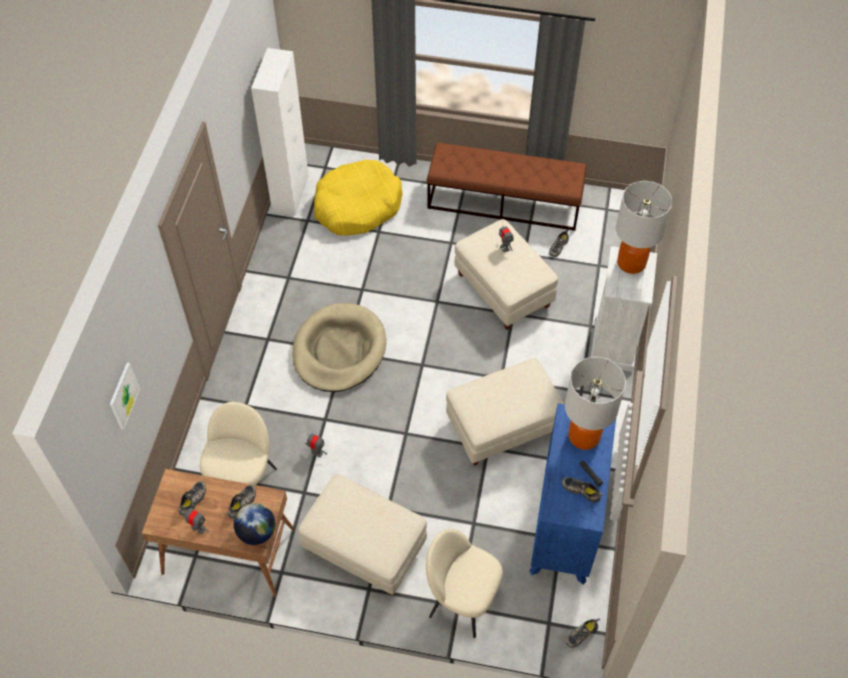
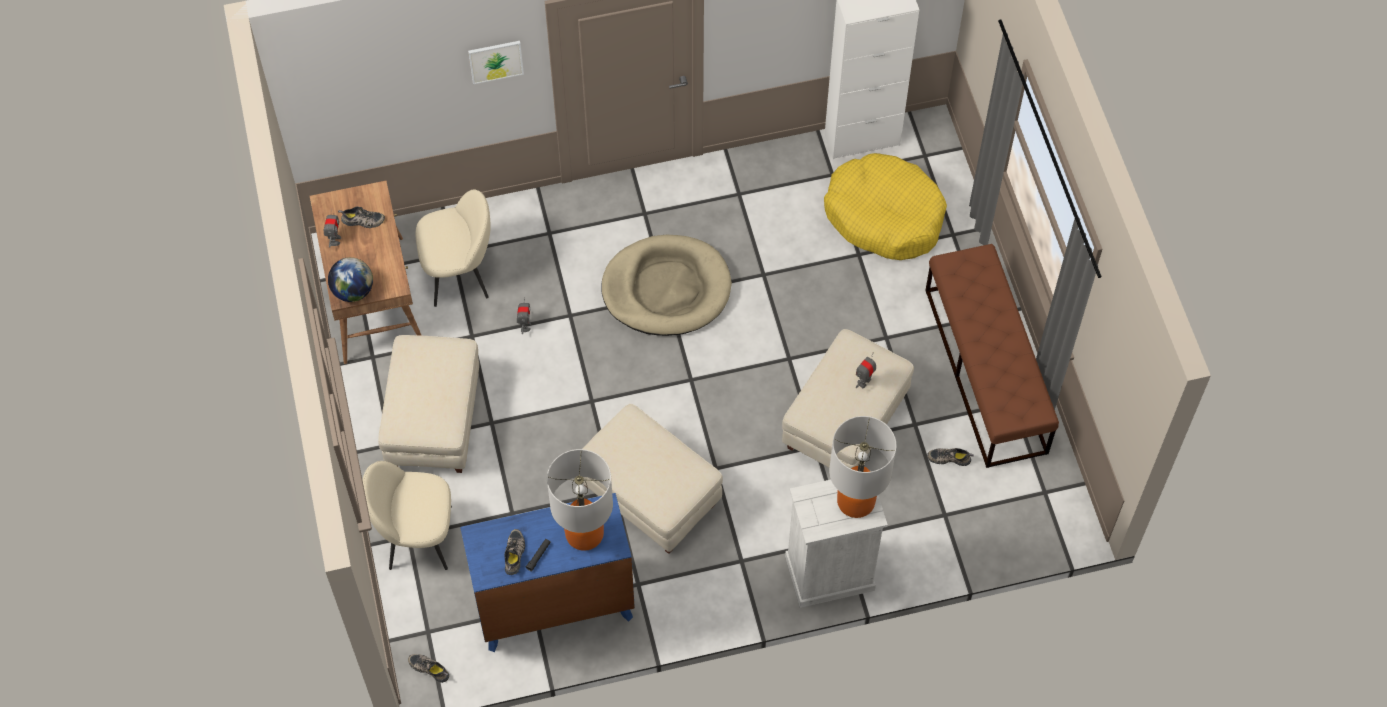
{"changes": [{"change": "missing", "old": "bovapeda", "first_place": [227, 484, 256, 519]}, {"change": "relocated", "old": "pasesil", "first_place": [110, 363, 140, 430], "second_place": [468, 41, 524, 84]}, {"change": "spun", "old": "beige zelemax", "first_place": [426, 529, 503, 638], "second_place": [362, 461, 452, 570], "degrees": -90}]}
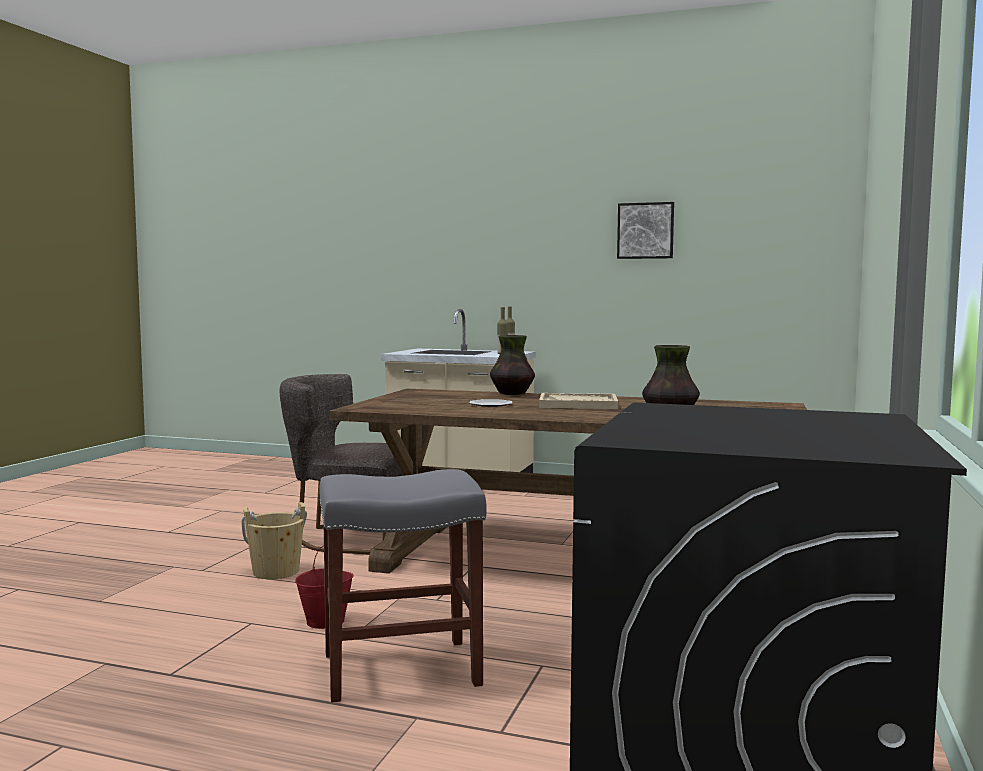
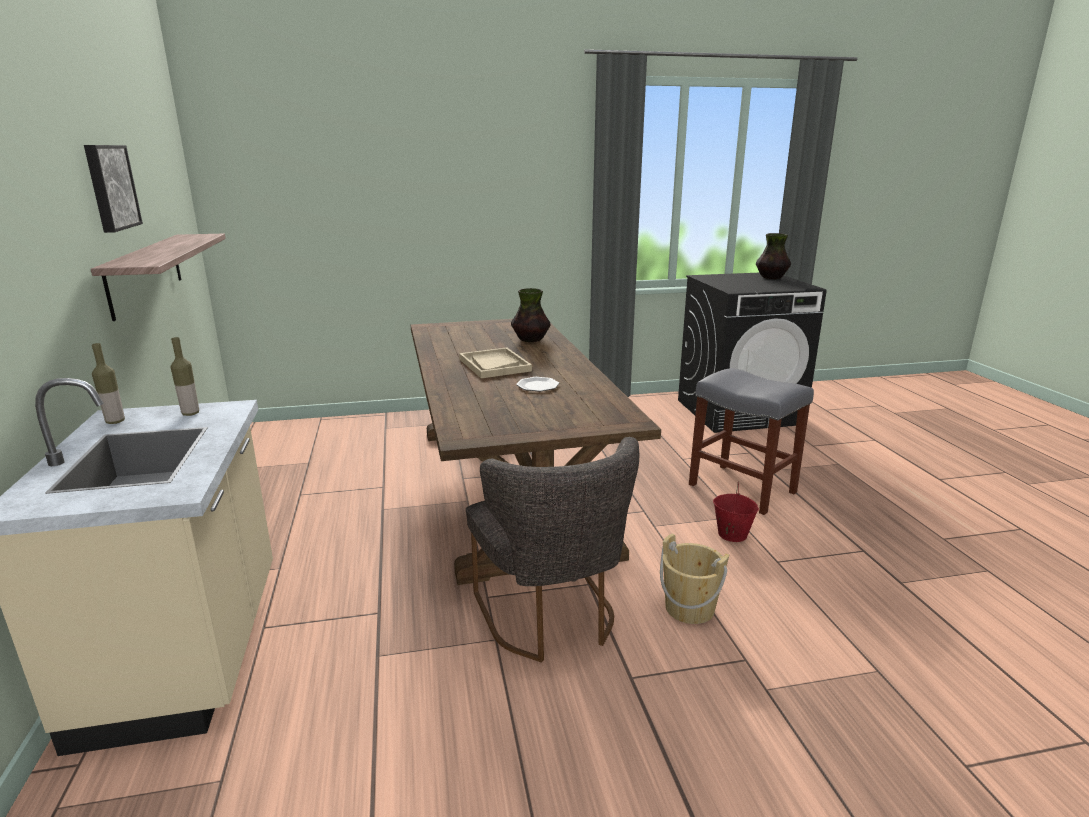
{"changes": [{"change": "appeared", "new": "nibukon", "second_place": [91, 234, 226, 321]}, {"change": "relocated", "old": "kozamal", "first_place": [490, 335, 535, 395], "second_place": [756, 233, 791, 279]}]}
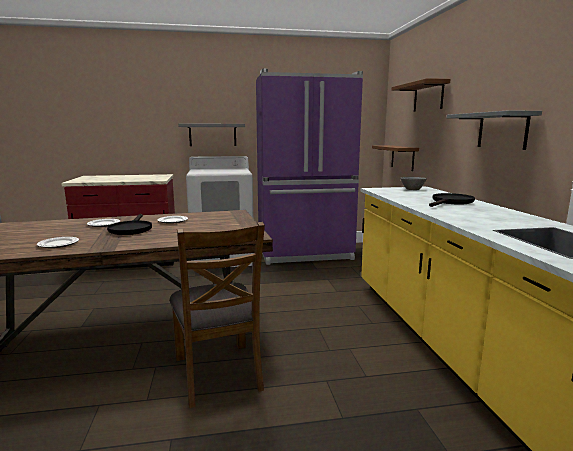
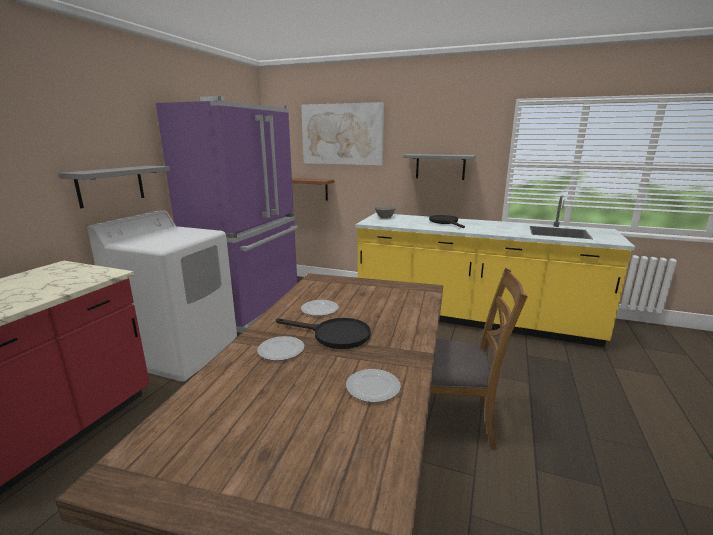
{"changes": [{"change": "exchanged", "old": "brown nibukon", "new": "pasesil", "first_place": [392, 78, 450, 112], "second_place": [301, 102, 384, 165]}]}
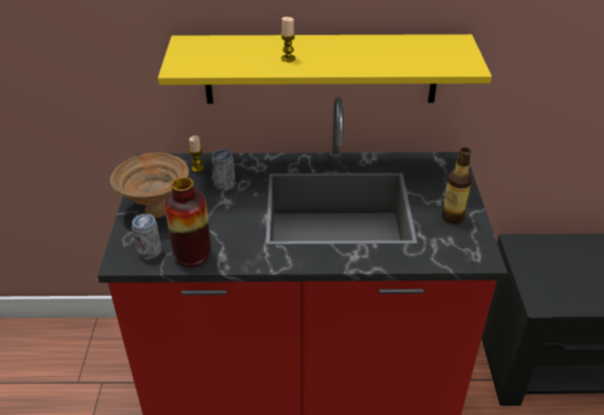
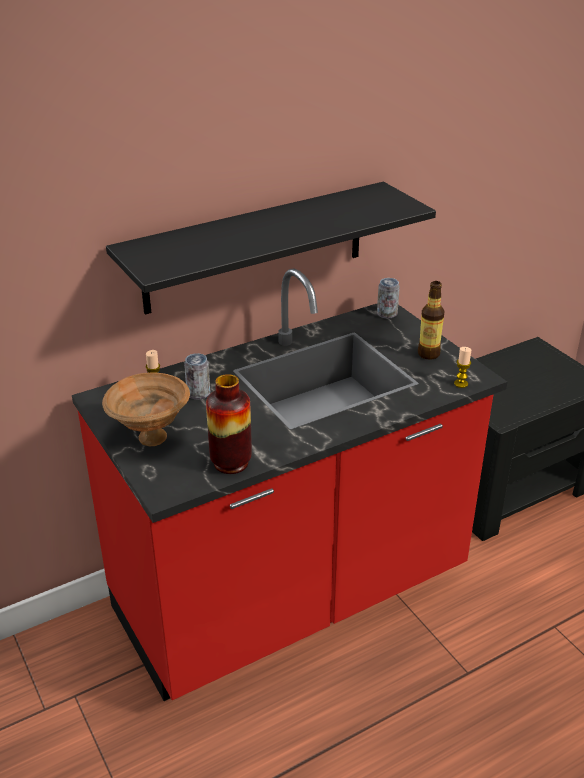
{"changes": [{"change": "relocated", "old": "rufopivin", "first_place": [132, 214, 162, 260], "second_place": [377, 278, 400, 319]}, {"change": "relocated", "old": "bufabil", "first_place": [281, 17, 295, 62], "second_place": [454, 347, 471, 388]}, {"change": "colour", "old": "yellow nibukon", "new": "black nibukon", "first_place": [158, 34, 492, 104], "second_place": [106, 182, 436, 315]}]}
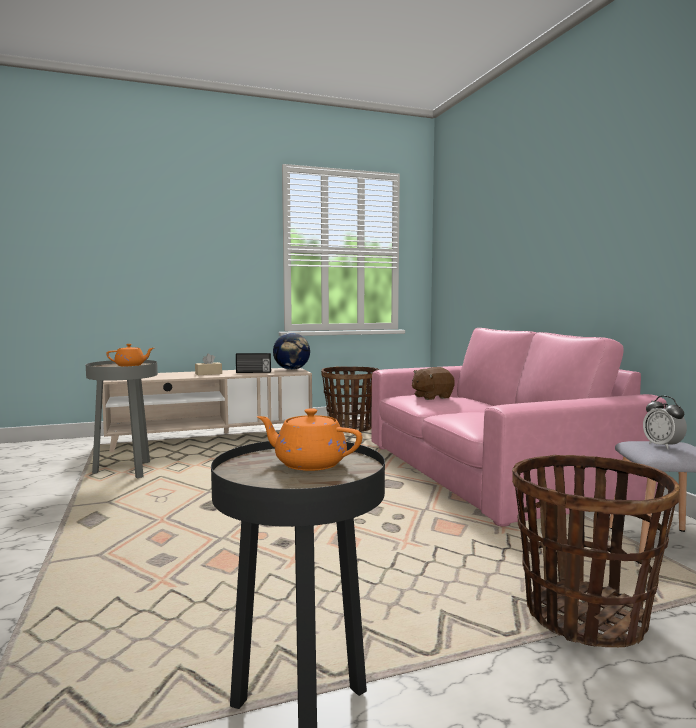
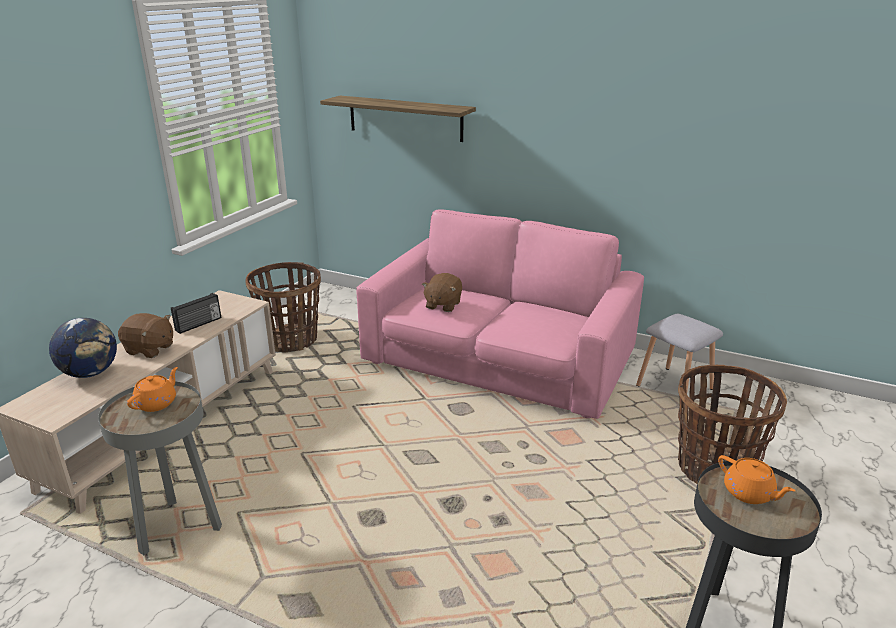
{"changes": [{"change": "missing", "old": "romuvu", "first_place": [643, 396, 687, 450]}, {"change": "appeared", "new": "nibukon", "second_place": [320, 96, 476, 142]}, {"change": "relocated", "old": "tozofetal", "first_place": [273, 333, 310, 370], "second_place": [49, 318, 117, 378]}, {"change": "exchanged", "old": "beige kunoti", "new": "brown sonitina", "first_place": [195, 353, 222, 375], "second_place": [118, 313, 173, 358]}, {"change": "spun", "old": "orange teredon", "first_place": [257, 408, 362, 471], "second_place": [718, 455, 795, 504], "degrees": -105}]}
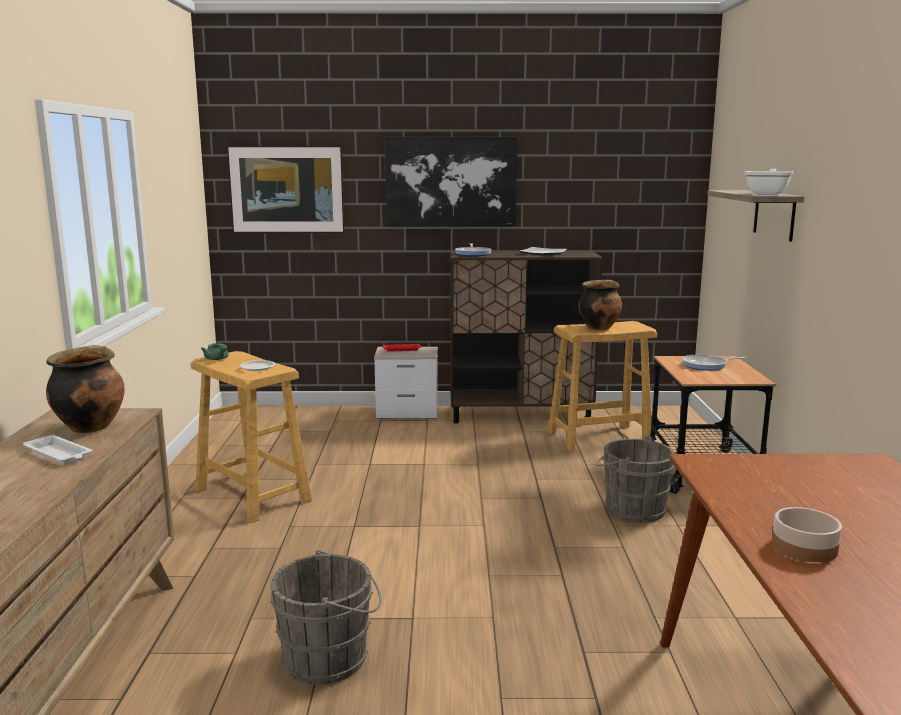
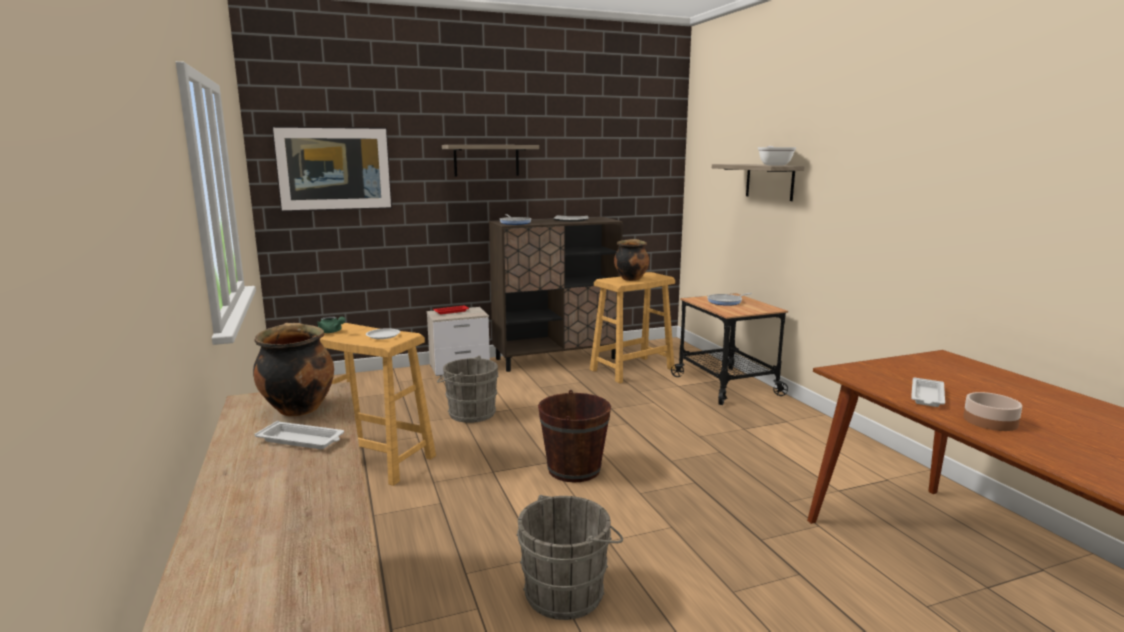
{"changes": [{"change": "appeared", "new": "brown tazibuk", "second_place": [538, 390, 611, 483]}, {"change": "appeared", "new": "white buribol", "second_place": [911, 378, 945, 407]}, {"change": "relocated", "old": "grey tazibuk", "first_place": [595, 437, 675, 523], "second_place": [437, 356, 498, 423]}, {"change": "exchanged", "old": "pasesil", "new": "nibukon", "first_place": [385, 137, 517, 226], "second_place": [442, 145, 539, 177]}]}
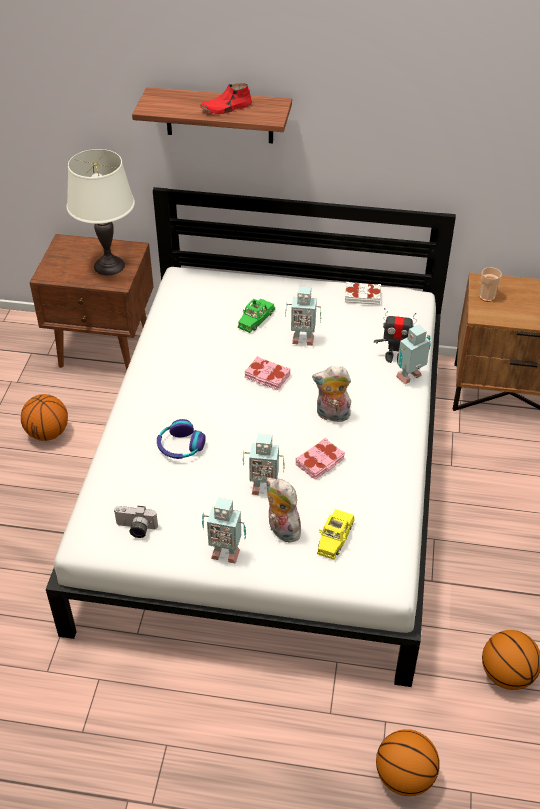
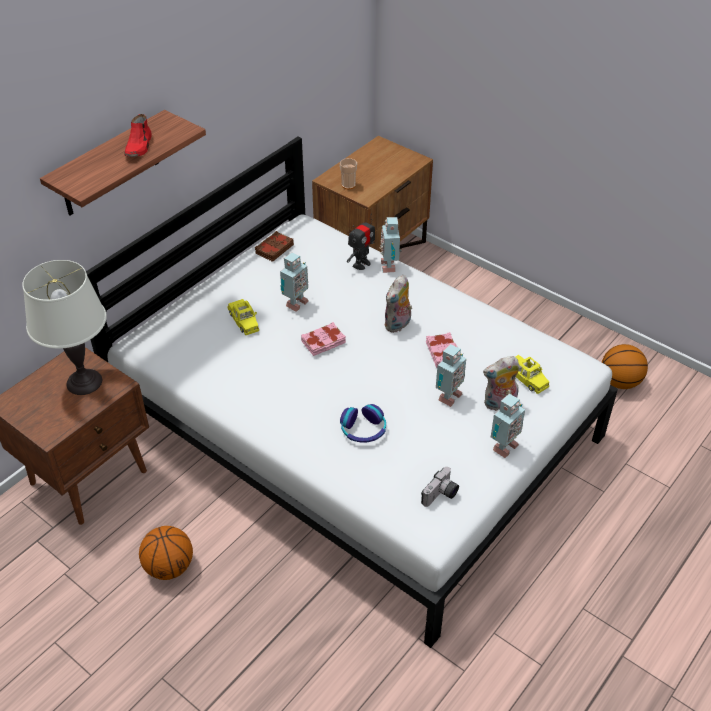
{"changes": [{"change": "missing", "old": "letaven", "first_place": [376, 729, 440, 796]}, {"change": "colour", "old": "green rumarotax", "new": "yellow rumarotax", "first_place": [238, 299, 275, 333], "second_place": [227, 299, 259, 335]}, {"change": "colour", "old": "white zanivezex", "new": "brown zanivezex", "first_place": [345, 282, 381, 305], "second_place": [255, 231, 294, 262]}]}
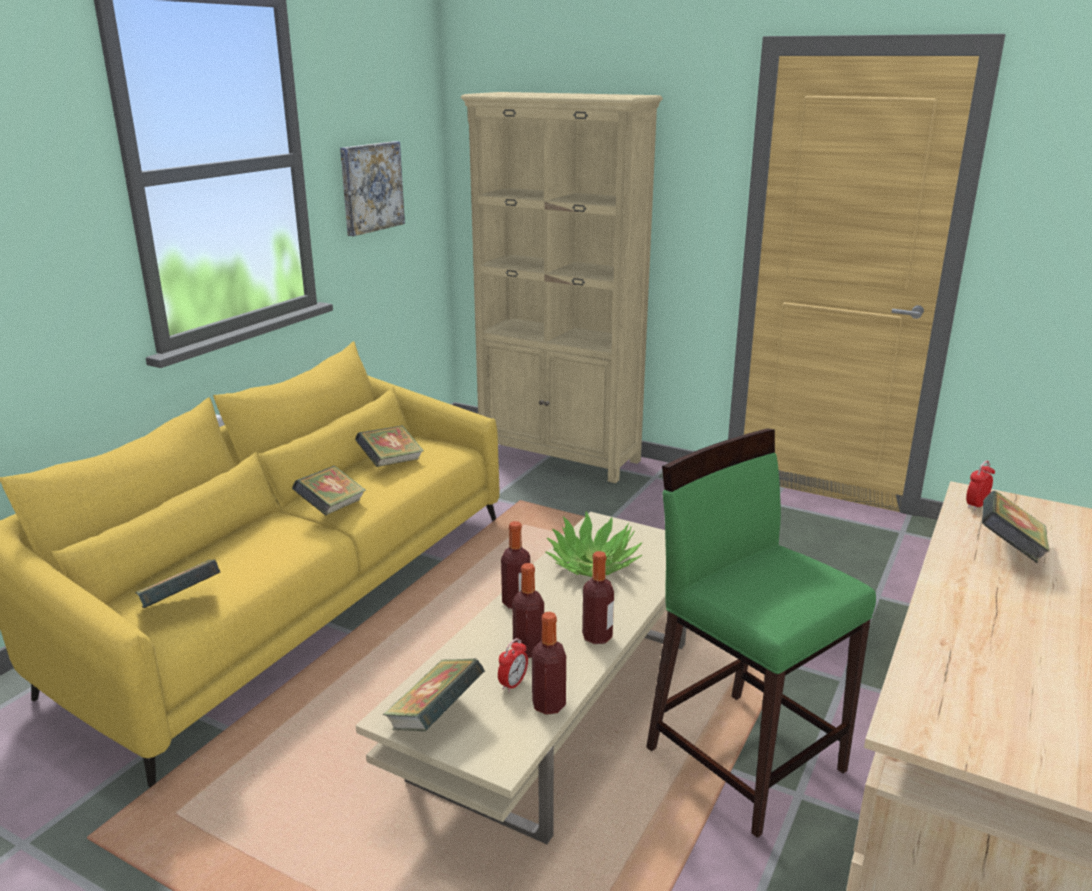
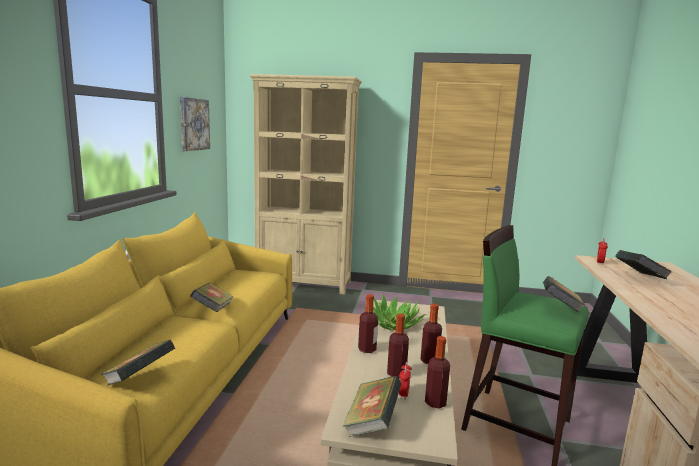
{"changes": [{"change": "relocated", "old": "zanivezex", "first_place": [355, 425, 424, 467], "second_place": [543, 276, 585, 313]}]}
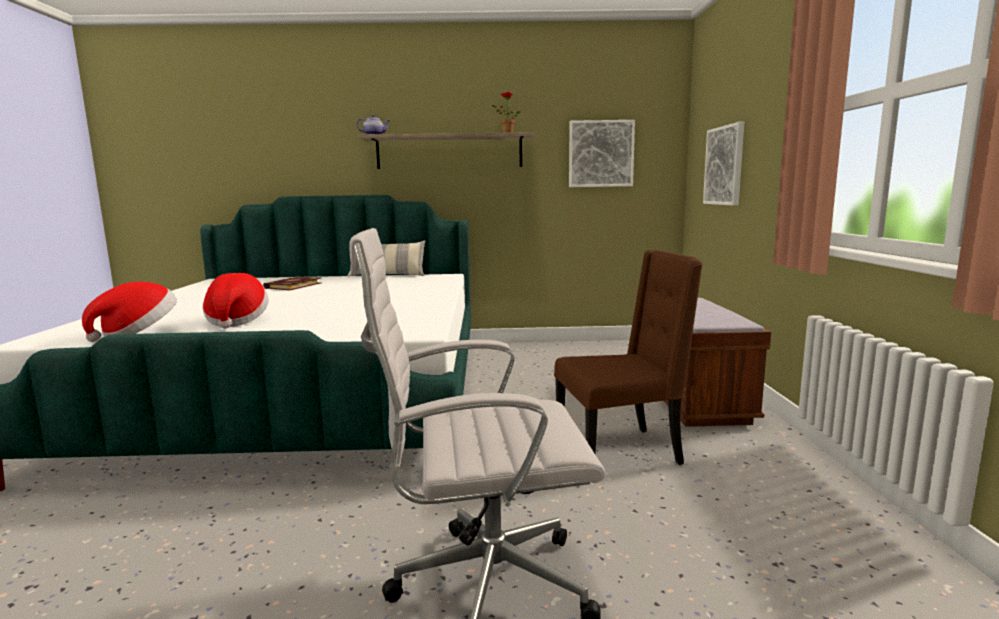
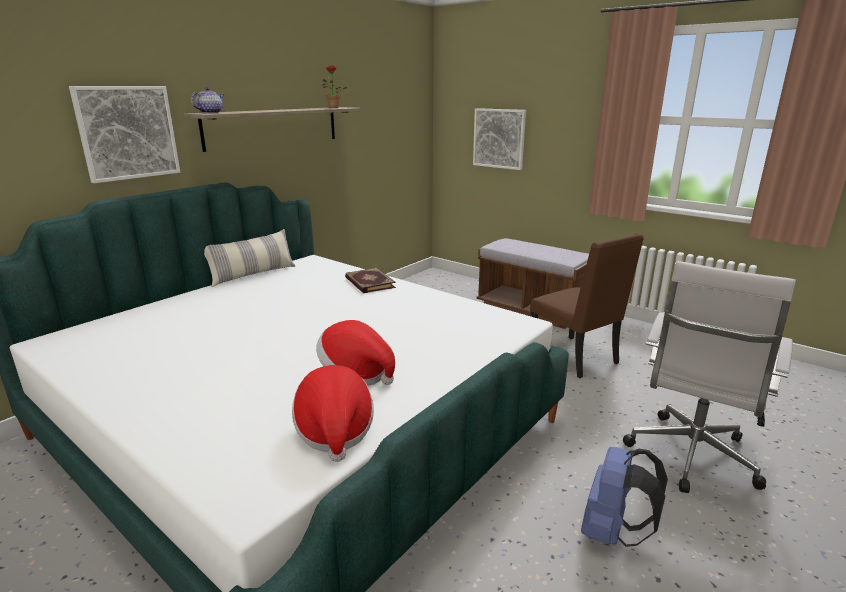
{"changes": [{"change": "appeared", "new": "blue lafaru", "second_place": [581, 447, 668, 547]}, {"change": "relocated", "old": "zanivezex", "first_place": [263, 276, 321, 291], "second_place": [345, 268, 396, 293]}, {"change": "relocated", "old": "pasesil", "first_place": [569, 120, 635, 187], "second_place": [69, 86, 180, 183]}, {"change": "spun", "old": "brown zelemax", "first_place": [554, 250, 703, 465], "second_place": [530, 233, 644, 378], "degrees": 120}]}
